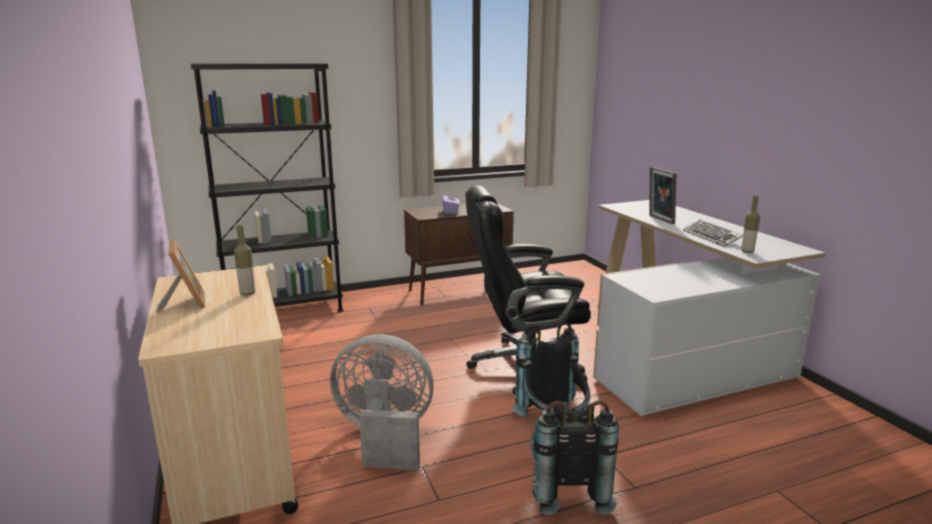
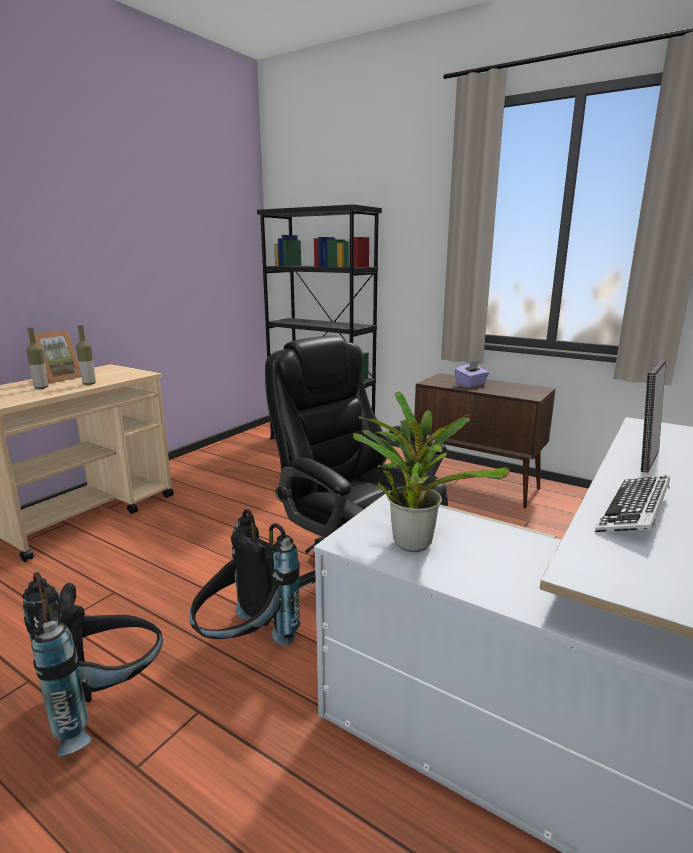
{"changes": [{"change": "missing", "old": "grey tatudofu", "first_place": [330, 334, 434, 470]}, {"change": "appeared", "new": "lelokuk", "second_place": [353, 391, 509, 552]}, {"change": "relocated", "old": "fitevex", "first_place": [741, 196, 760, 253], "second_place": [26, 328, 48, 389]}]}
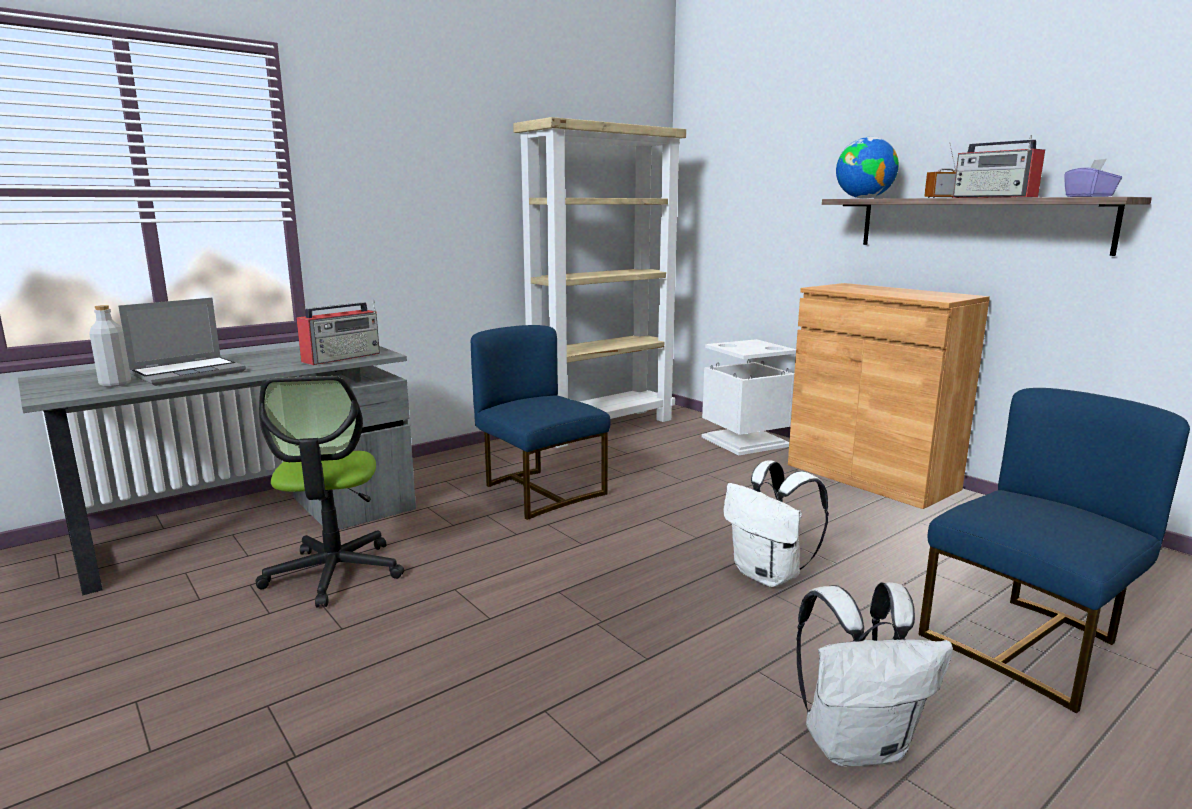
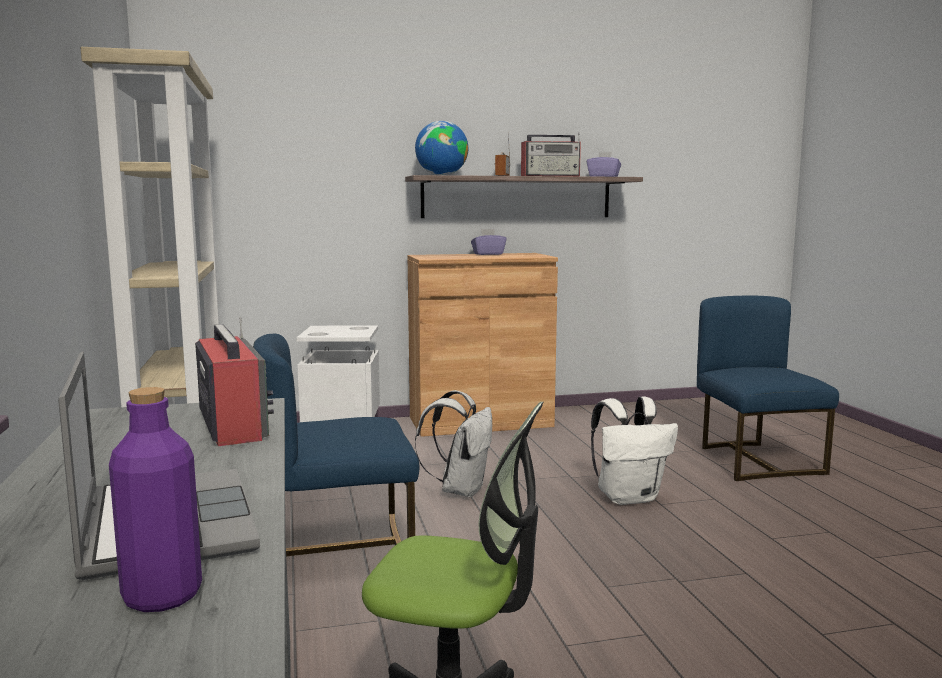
{"changes": [{"change": "appeared", "new": "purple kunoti", "second_place": [471, 229, 506, 255]}, {"change": "relocated", "old": "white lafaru", "first_place": [796, 582, 953, 767], "second_place": [415, 390, 492, 497]}, {"change": "colour", "old": "grey fitevex", "new": "purple fitevex", "first_place": [89, 305, 131, 387], "second_place": [109, 387, 202, 612]}]}
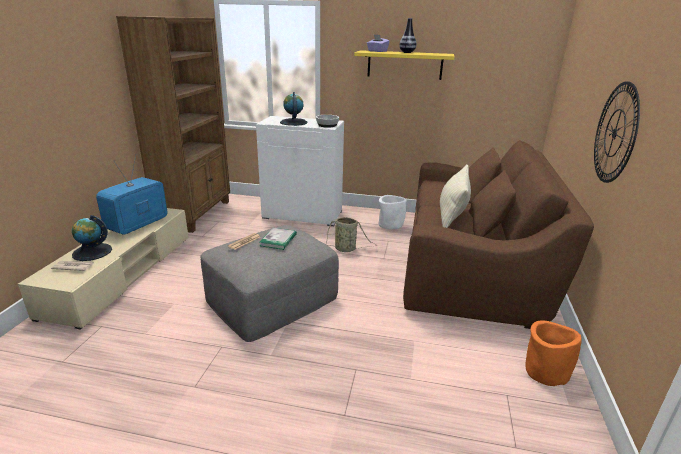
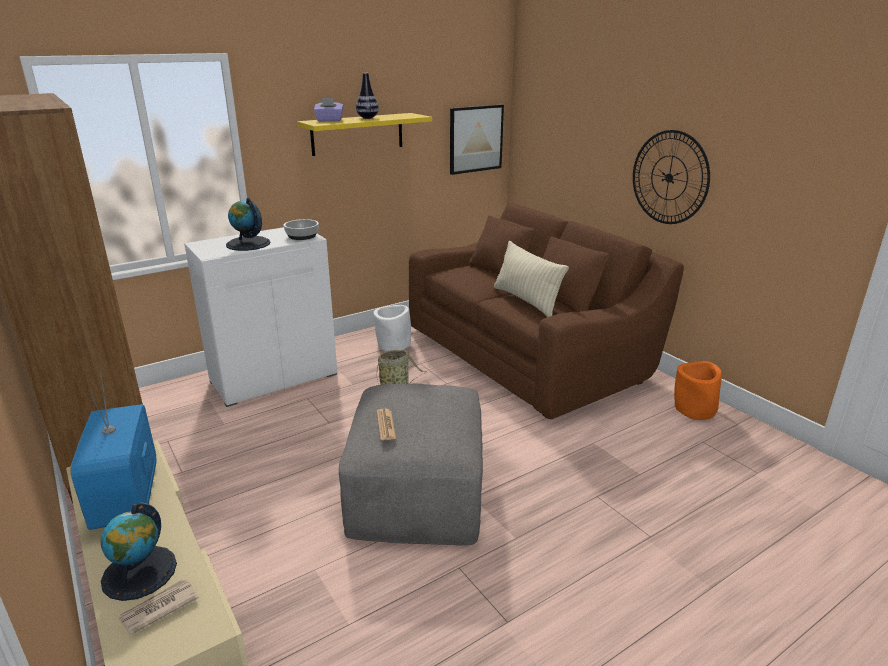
{"changes": [{"change": "missing", "old": "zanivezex", "first_place": [260, 228, 297, 250]}, {"change": "appeared", "new": "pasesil", "second_place": [450, 104, 504, 175]}]}
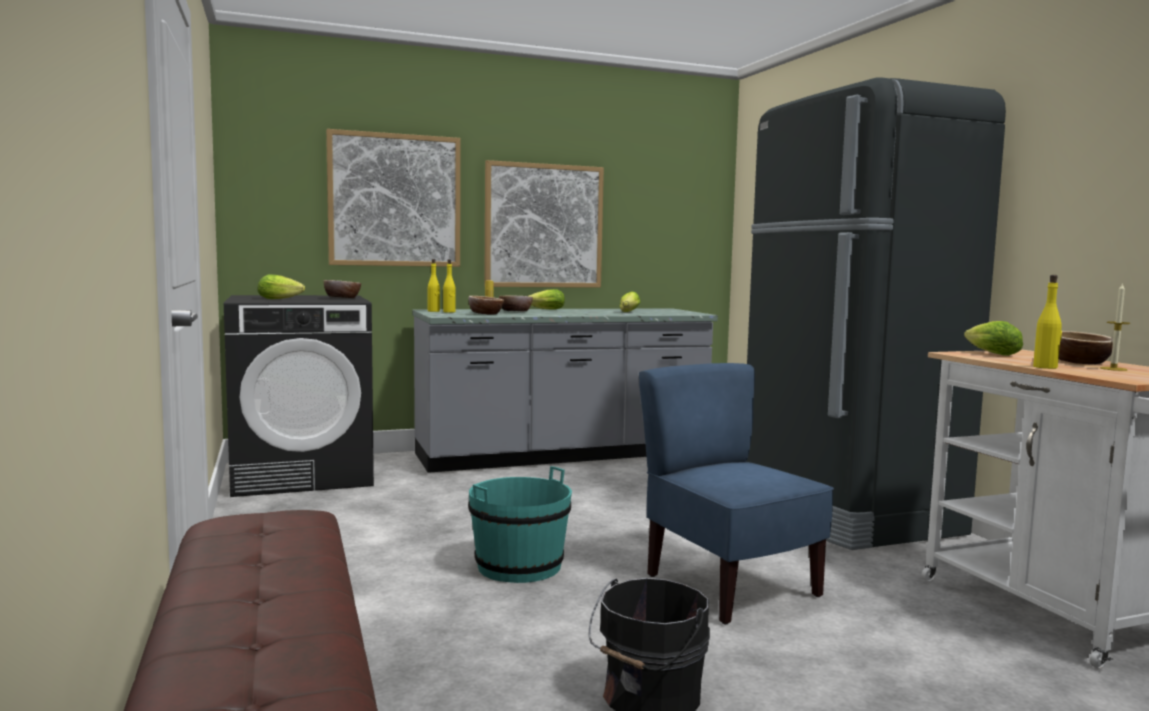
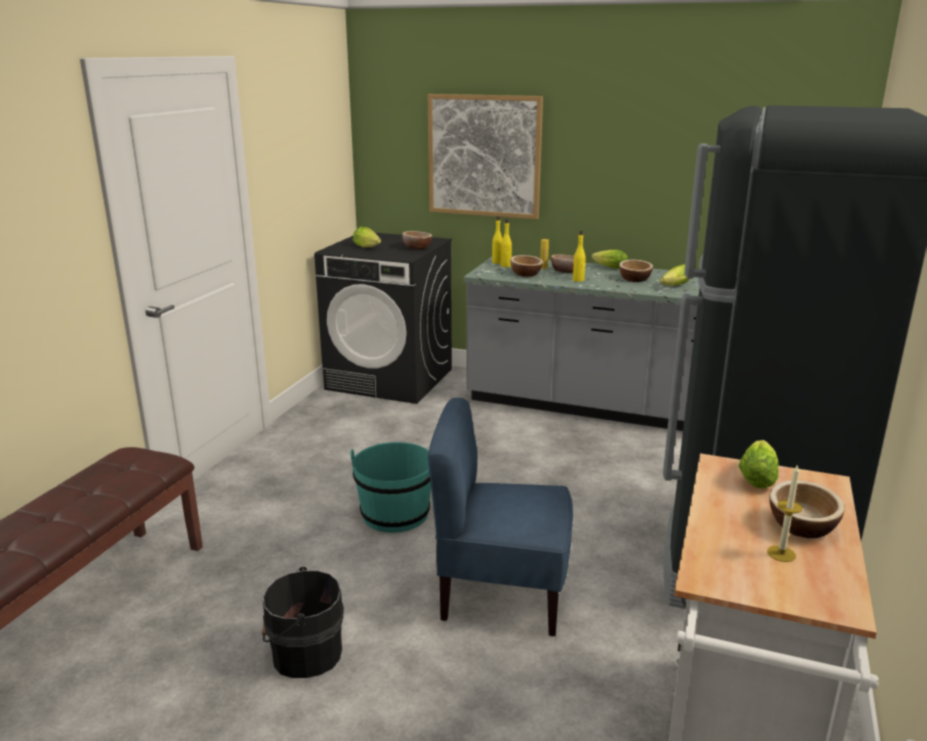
{"changes": [{"change": "missing", "old": "pasesil", "first_place": [484, 160, 604, 288]}, {"change": "appeared", "new": "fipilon", "second_place": [619, 260, 653, 282]}, {"change": "relocated", "old": "yellow fitevex", "first_place": [1033, 275, 1062, 369], "second_place": [573, 230, 586, 282]}, {"change": "spun", "old": "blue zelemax", "first_place": [639, 363, 834, 624], "second_place": [428, 398, 573, 636], "degrees": -90}]}
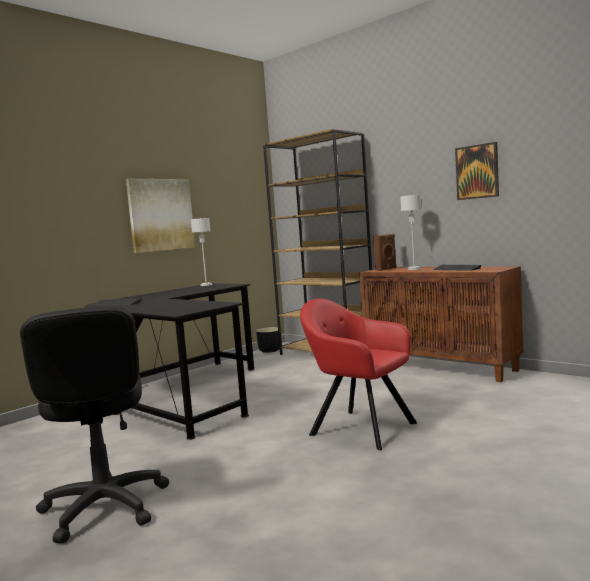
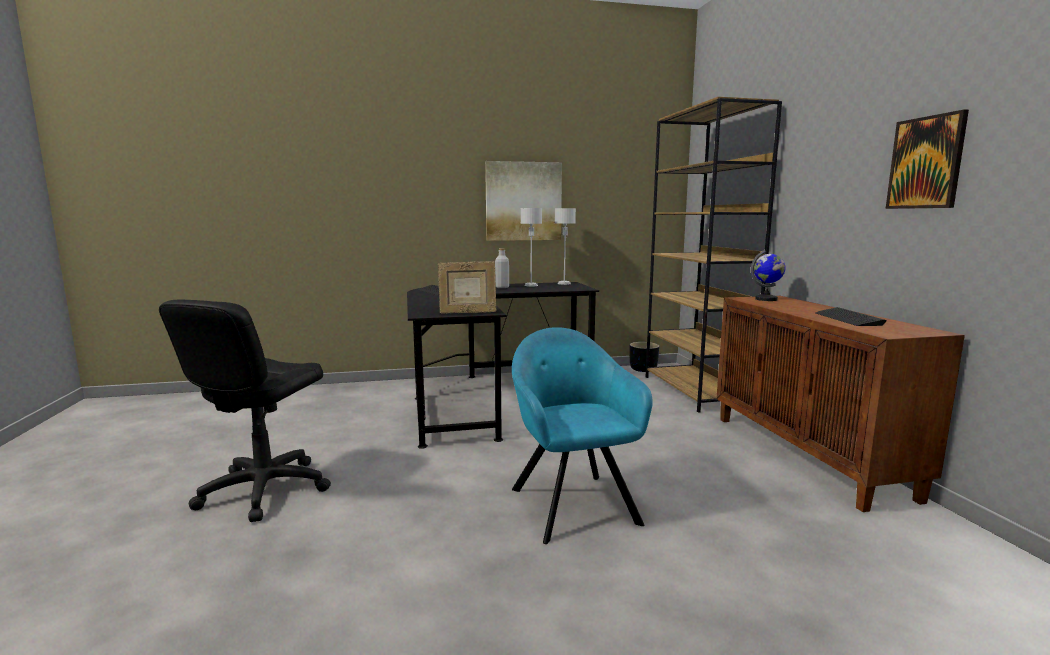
{"changes": [{"change": "appeared", "new": "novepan", "second_place": [438, 261, 496, 314]}, {"change": "appeared", "new": "grey fitevex", "second_place": [495, 248, 509, 288]}, {"change": "relocated", "old": "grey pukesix", "first_place": [400, 195, 422, 270], "second_place": [521, 208, 542, 287]}, {"change": "exchanged", "old": "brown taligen", "new": "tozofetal", "first_place": [373, 233, 396, 271], "second_place": [751, 250, 786, 301]}, {"change": "colour", "old": "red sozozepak", "new": "turquoise sozozepak", "first_place": [300, 299, 417, 450], "second_place": [512, 327, 653, 544]}]}
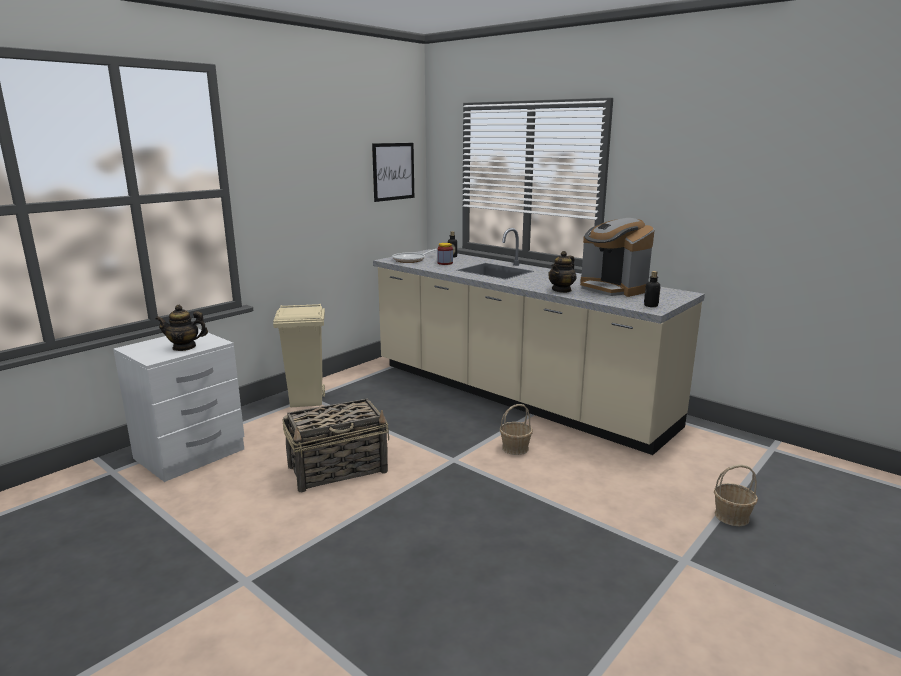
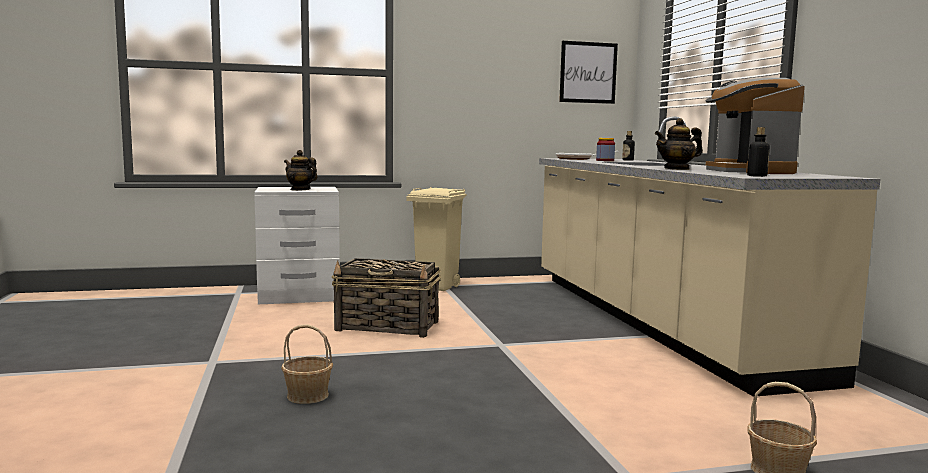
{"changes": [{"change": "relocated", "old": "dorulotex", "first_place": [500, 404, 533, 455], "second_place": [281, 324, 333, 404]}]}
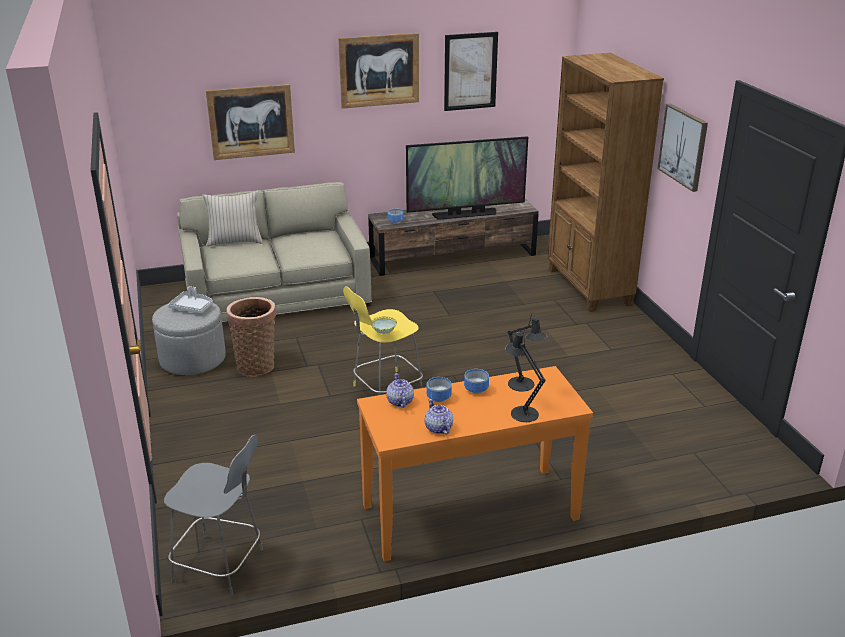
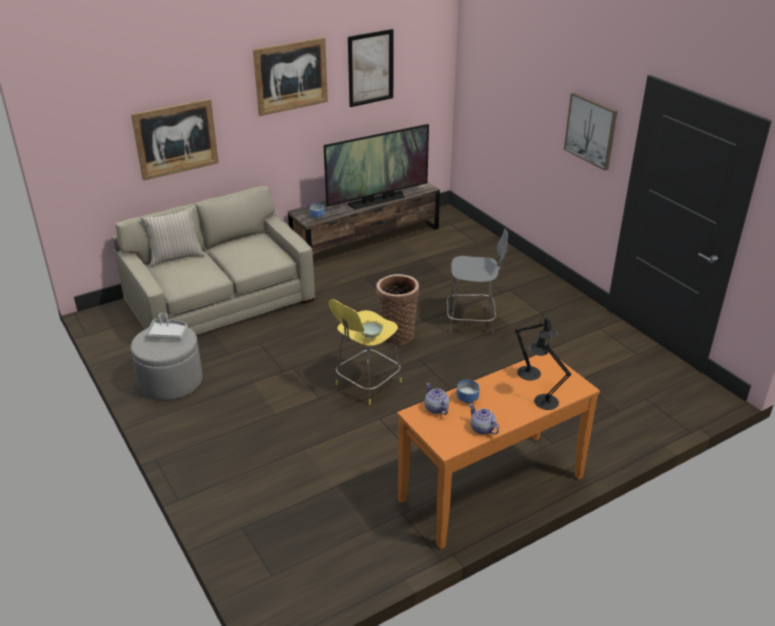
{"changes": [{"change": "missing", "old": "fipilon", "first_place": [464, 369, 489, 394]}, {"change": "missing", "old": "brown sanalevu", "first_place": [547, 53, 664, 312]}, {"change": "relocated", "old": "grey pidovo", "first_place": [164, 435, 263, 596], "second_place": [447, 228, 508, 334]}, {"change": "relocated", "old": "dorulotex", "first_place": [227, 297, 276, 377], "second_place": [376, 274, 419, 345]}]}
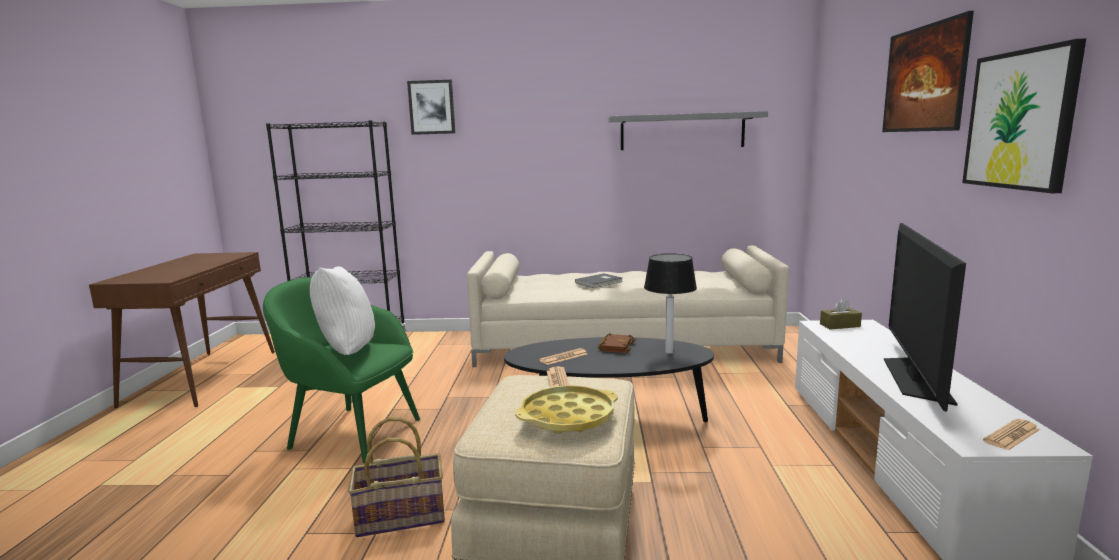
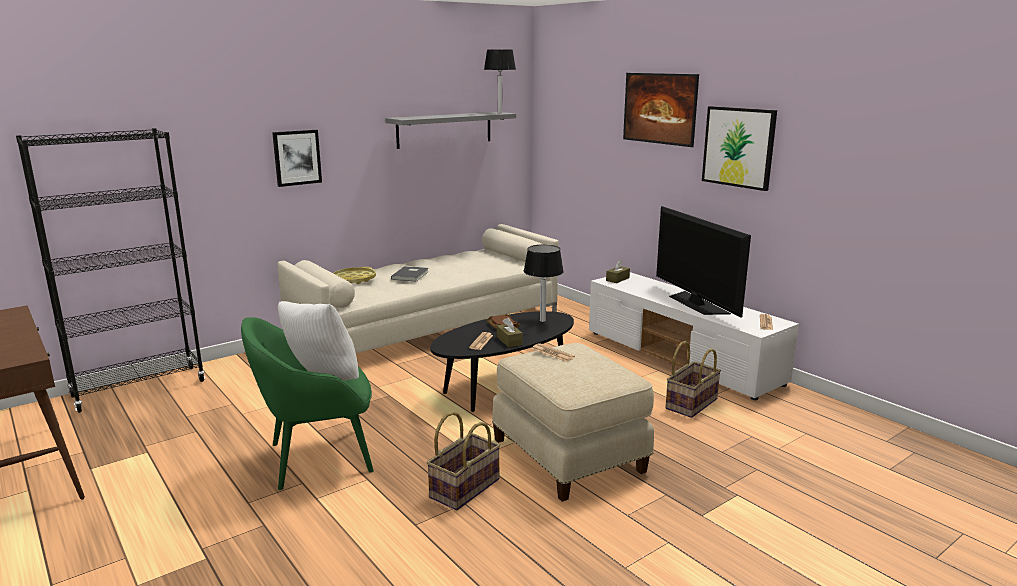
{"changes": [{"change": "appeared", "new": "pukesix", "second_place": [484, 50, 516, 113]}, {"change": "appeared", "new": "brown kunoti", "second_place": [497, 317, 523, 347]}, {"change": "appeared", "new": "dorulotex", "second_place": [665, 341, 721, 418]}, {"change": "relocated", "old": "pasesil", "first_place": [407, 80, 456, 135], "second_place": [272, 130, 322, 187]}, {"change": "relocated", "old": "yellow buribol", "first_place": [515, 385, 618, 434], "second_place": [333, 267, 376, 284]}]}
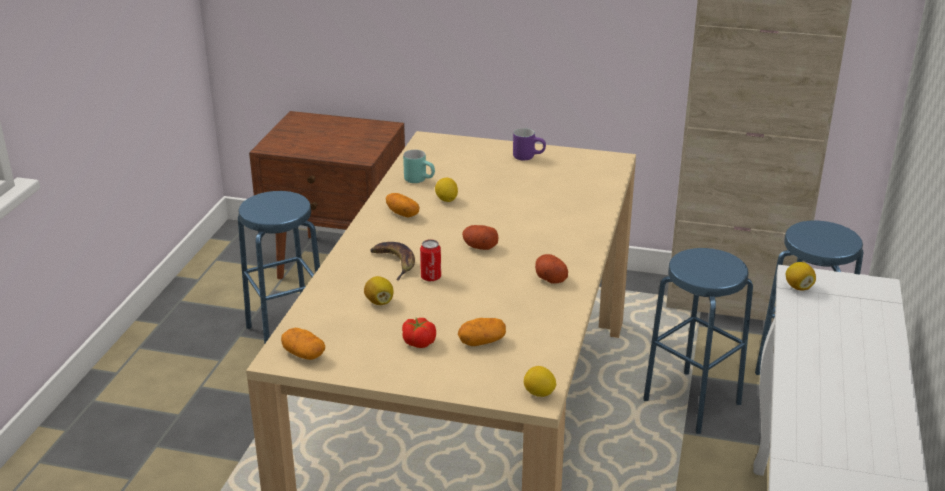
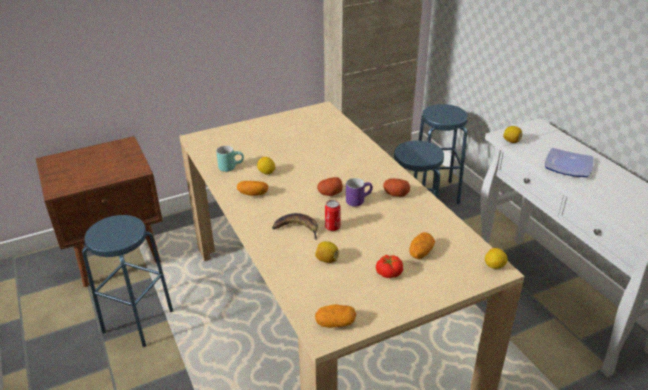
{"changes": [{"change": "appeared", "new": "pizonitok", "second_place": [545, 148, 593, 177]}, {"change": "relocated", "old": "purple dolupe", "first_place": [513, 128, 546, 161], "second_place": [346, 178, 373, 207]}]}
